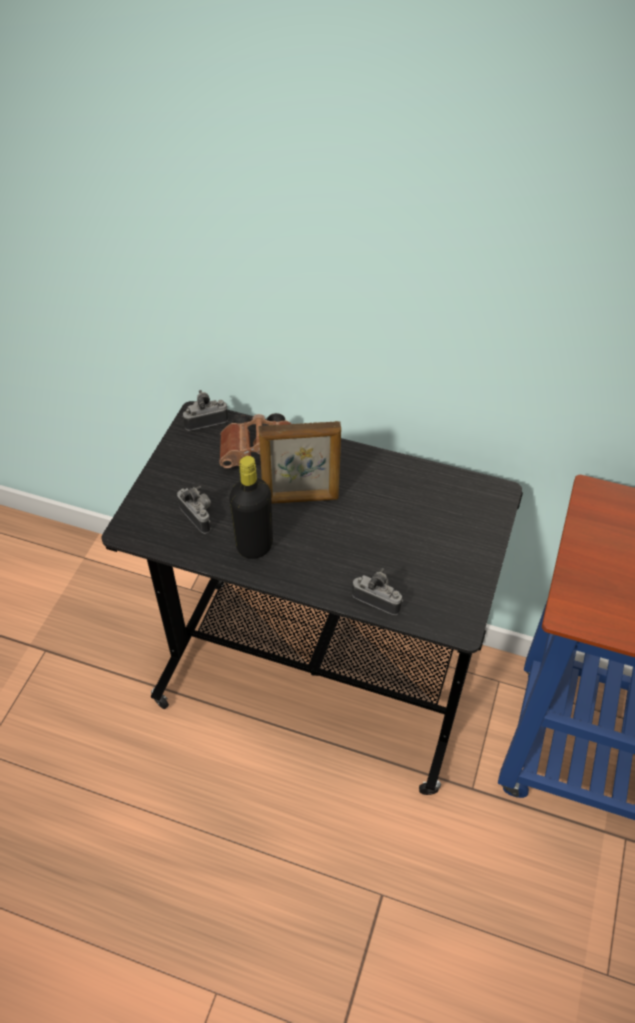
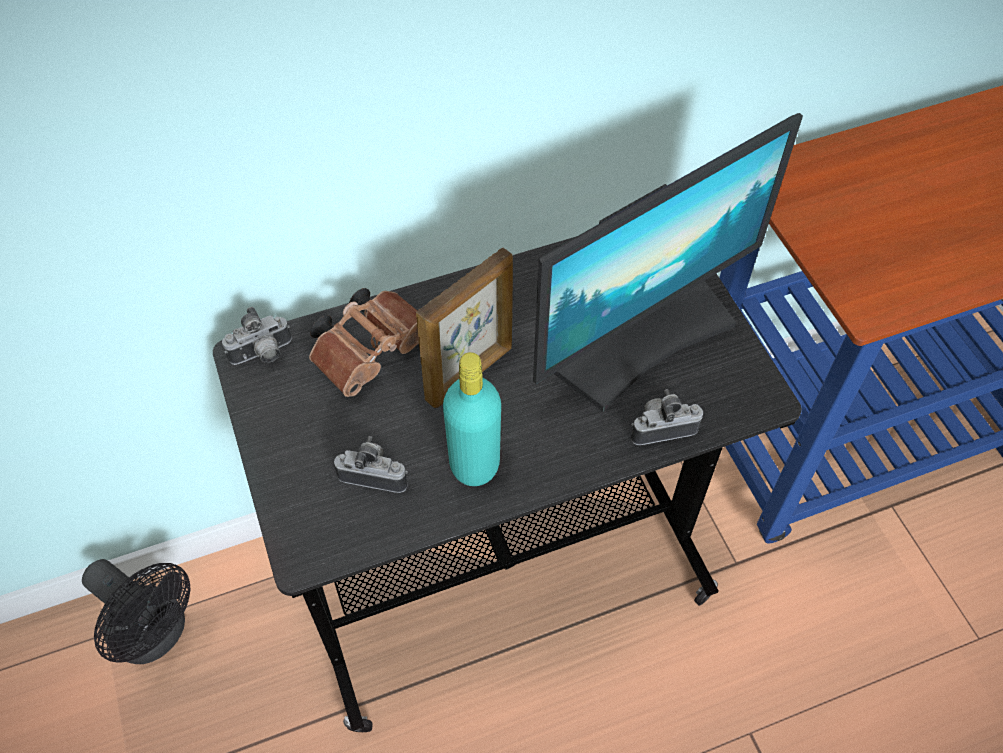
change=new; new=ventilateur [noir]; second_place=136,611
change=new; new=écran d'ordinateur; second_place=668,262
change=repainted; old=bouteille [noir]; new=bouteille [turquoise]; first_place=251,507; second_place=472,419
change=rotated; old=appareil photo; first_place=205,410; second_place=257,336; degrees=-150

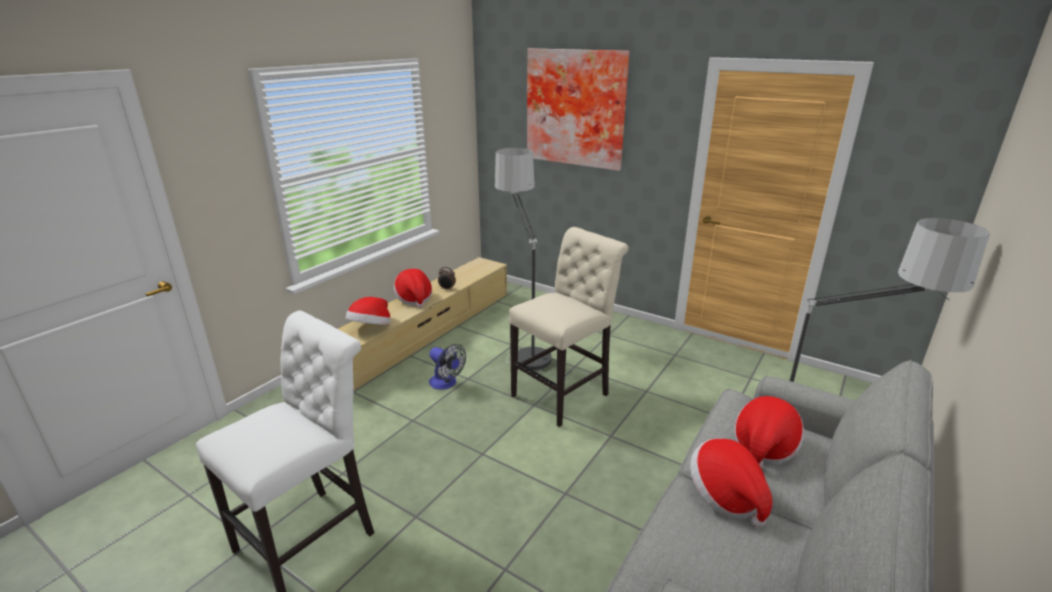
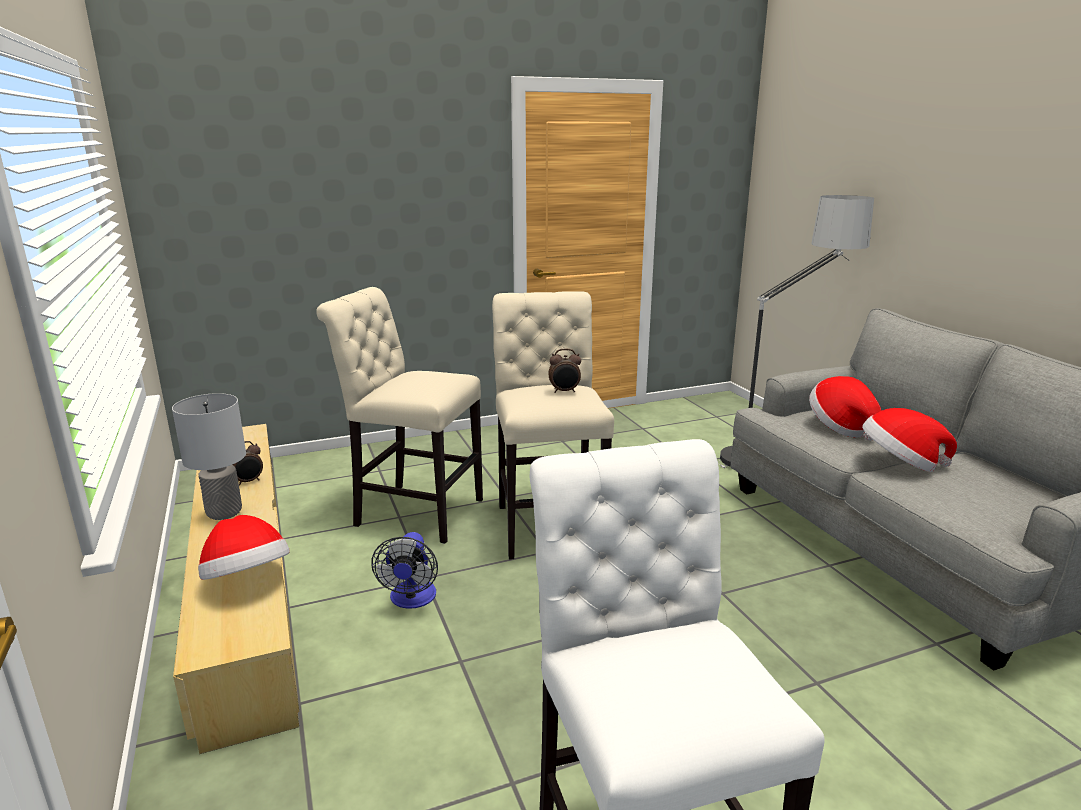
change=gone; old=tableau; first_place=578,109
change=new; new=réveil; second_place=564,371
change=swapped; old=chapeau; new=lampe de table [gris]; first_place=413,288; second_place=209,456
change=swapped; old=lampadaire; new=tabouret [beige]; first_place=523,260; second_place=399,415
change=rotated; old=ventilateur; first_place=447,367; second_place=404,570; degrees=105

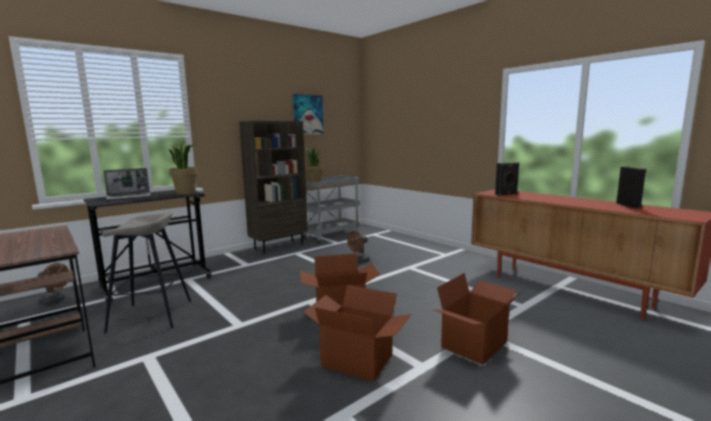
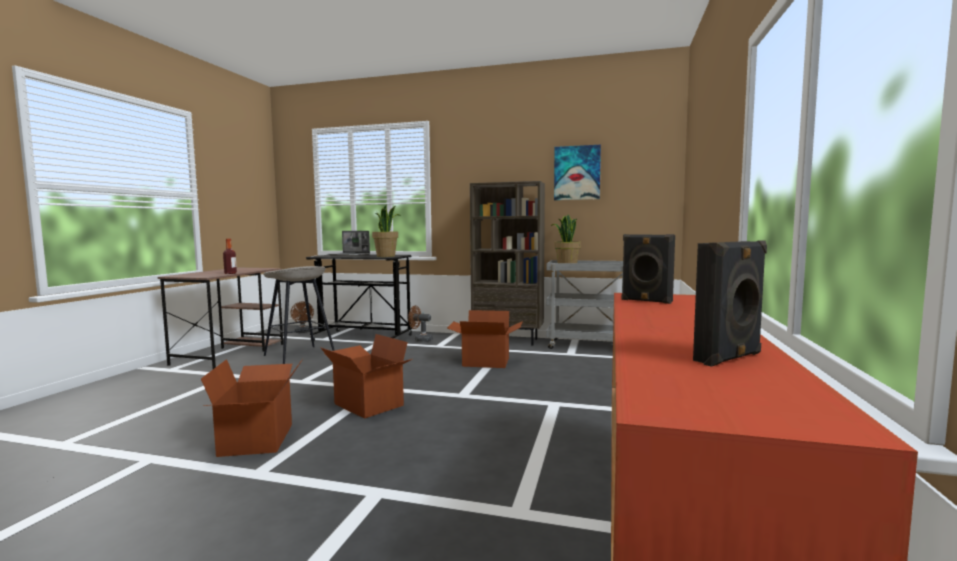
change=new; new=bouteille; second_place=230,256
change=shifted; old=ventilateur [marron]; first_place=358,247; second_place=420,324
change=shifted; old=carton; first_place=478,319; second_place=485,339

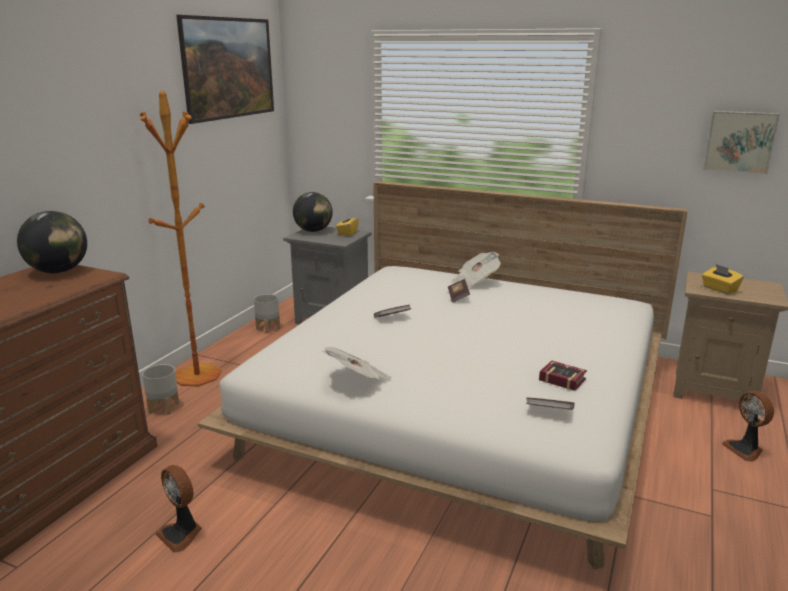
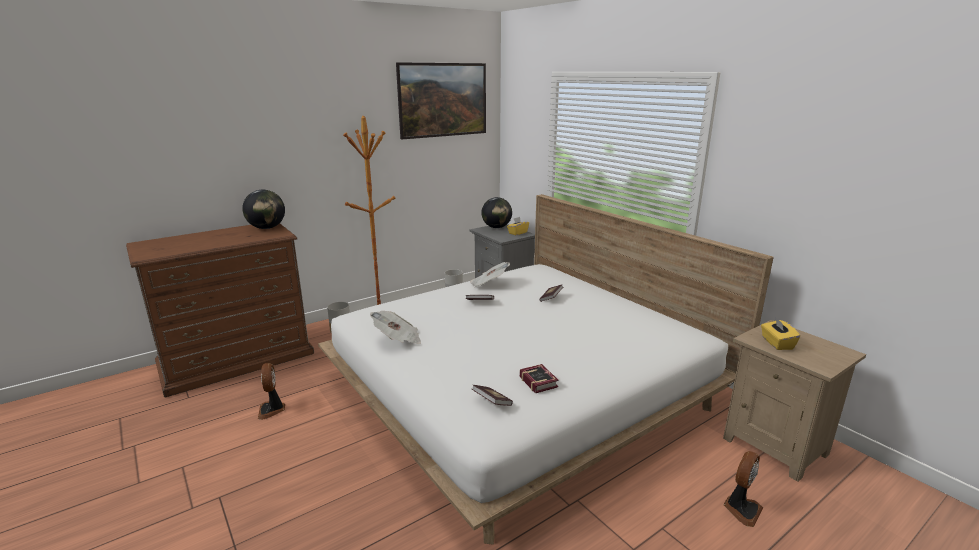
change=gone; old=tableau; first_place=741,142
change=shifted; old=journal; first_place=476,269; second_place=490,274
change=rotated; old=ventilateur; first_place=748,426; second_place=743,489; degrees=-150

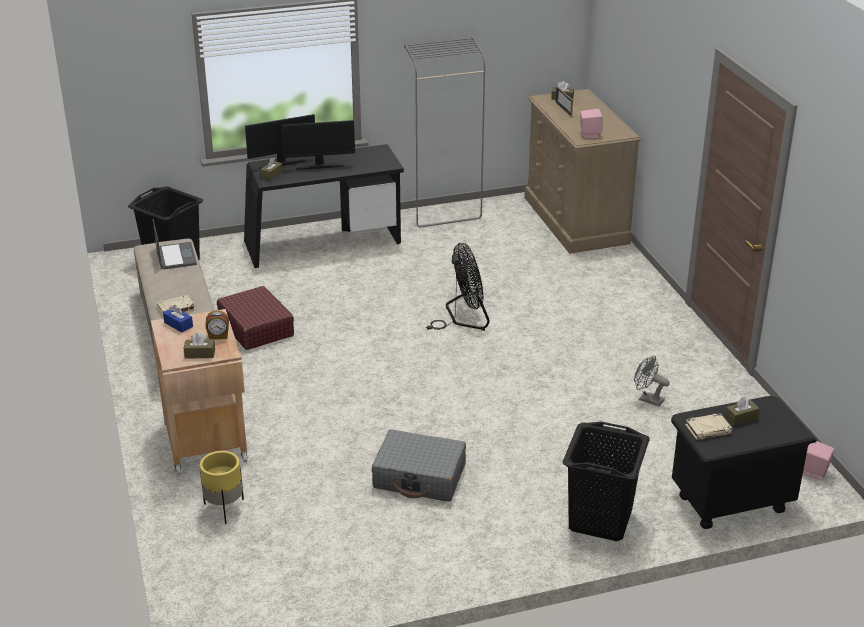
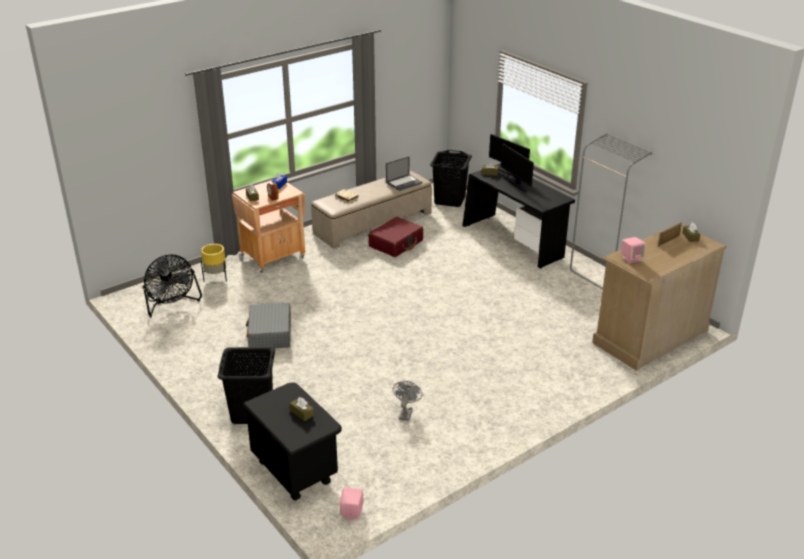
change=gone; old=livre [beige]; first_place=709,426
change=shifted; old=ventilateur [noir]; first_place=458,287; second_place=172,285

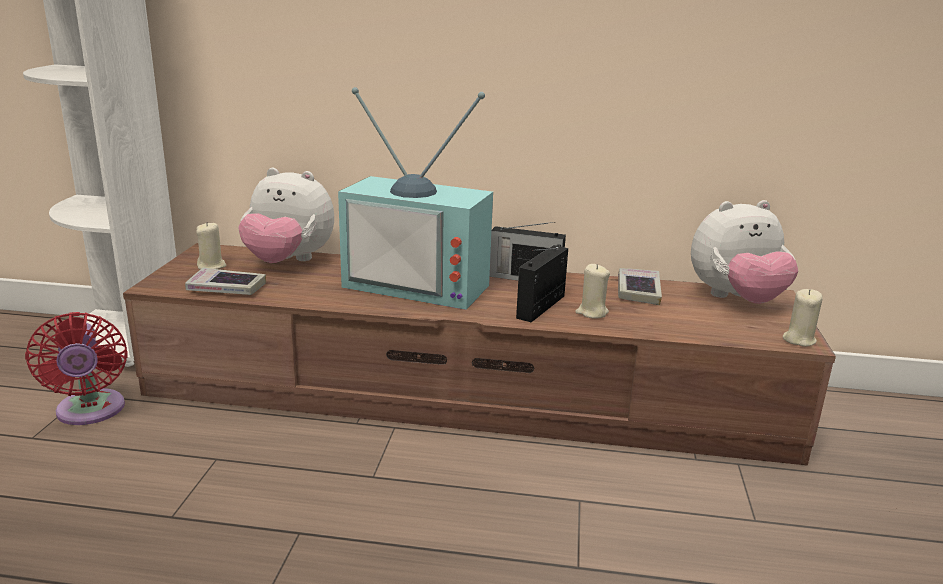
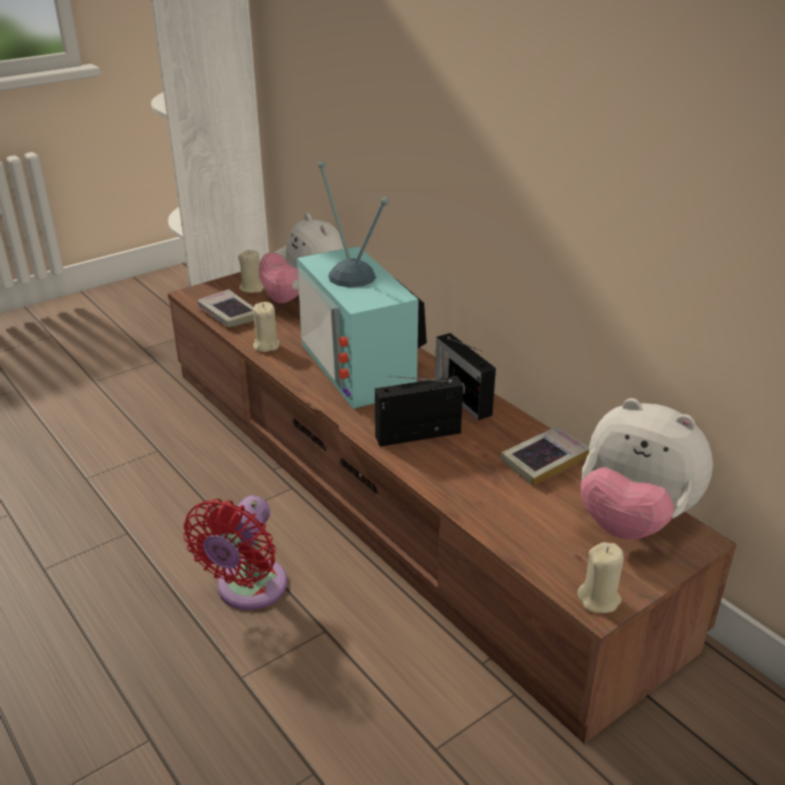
change=shifted; old=ventilateur [rouge]; first_place=76,368; second_place=235,553
change=shifted; old=bougie [beige]; first_place=592,291; second_place=266,327

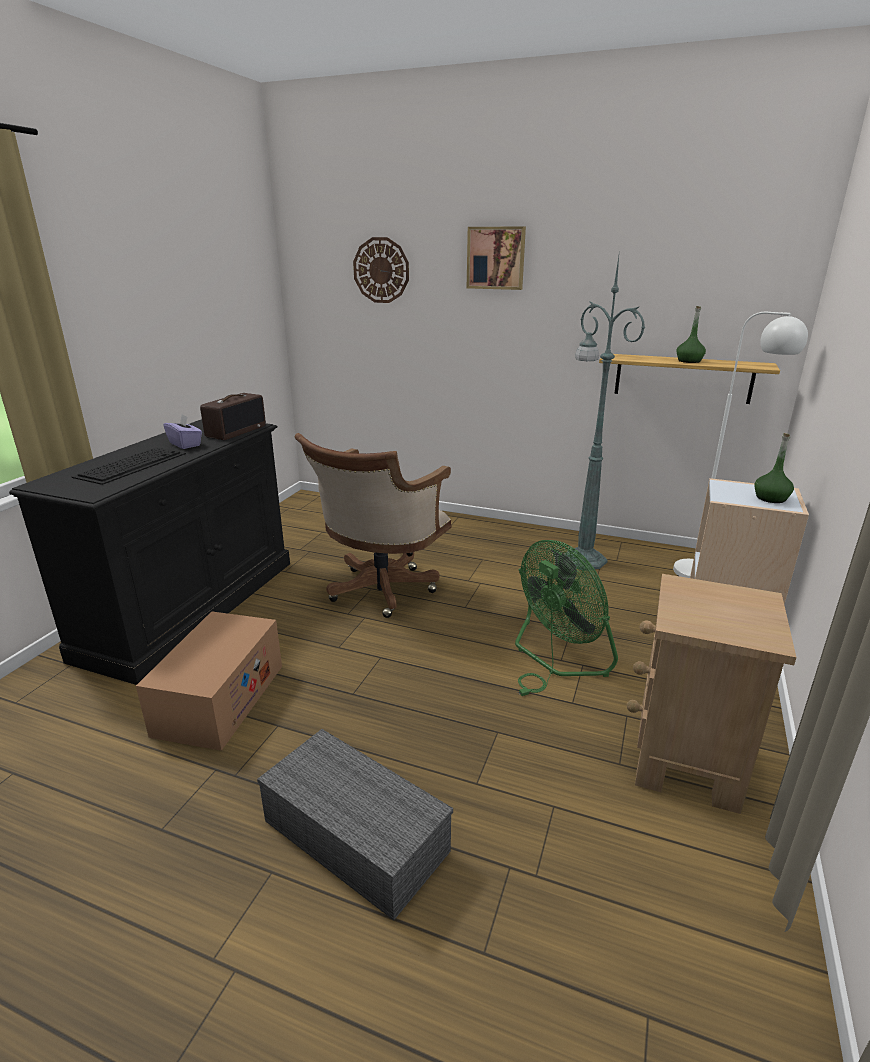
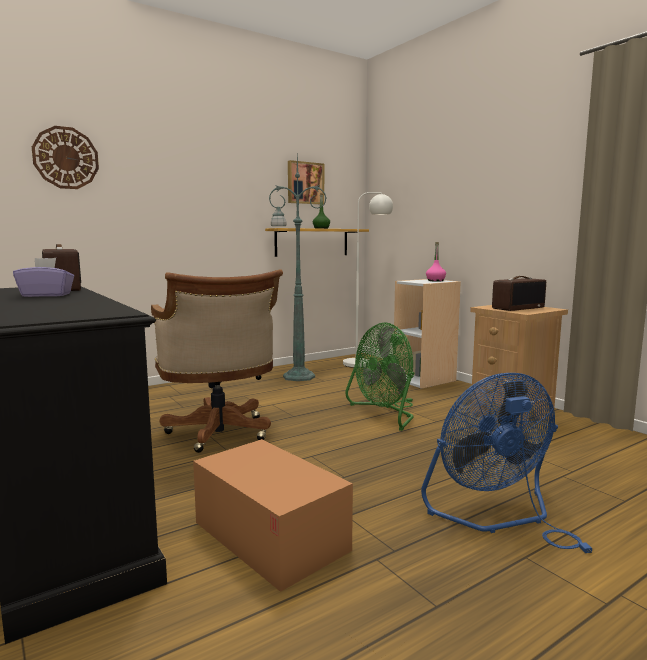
change=gone; old=clavier; first_place=129,466
change=new; new=radio; second_place=519,293
change=shifted; old=tableau; first_place=496,258; second_place=306,182
change=swapped; old=boîte de rangement [gris]; new=ventilateur [bleu]; first_place=355,825; second_place=506,463
change=repainted; old=bouteille [vert]; new=bouteille [rose]; first_place=774,468; second_place=436,261
change=rotated; old=ventilateur [vert]; first_place=566,618; second_place=379,377; degrees=-120

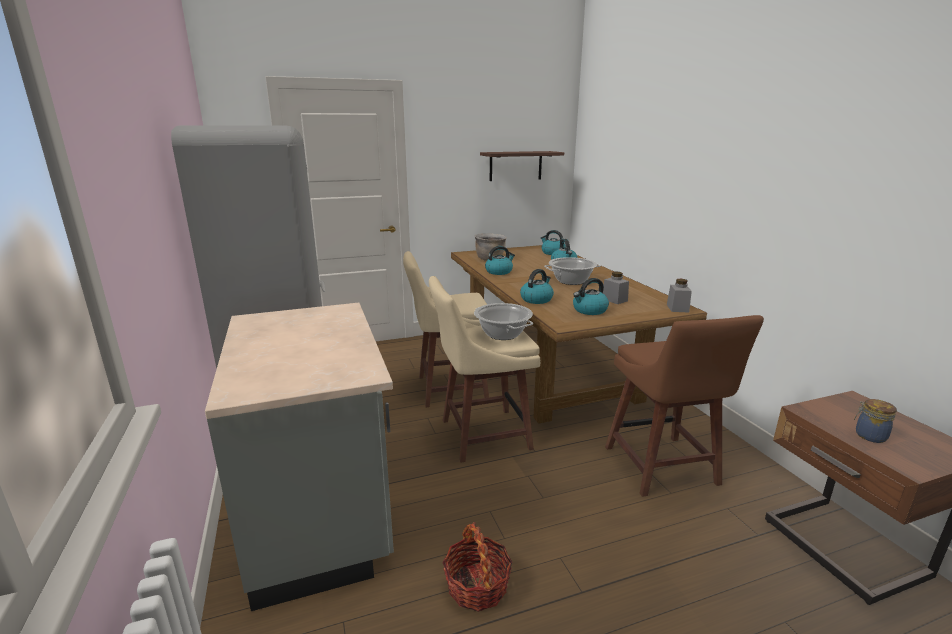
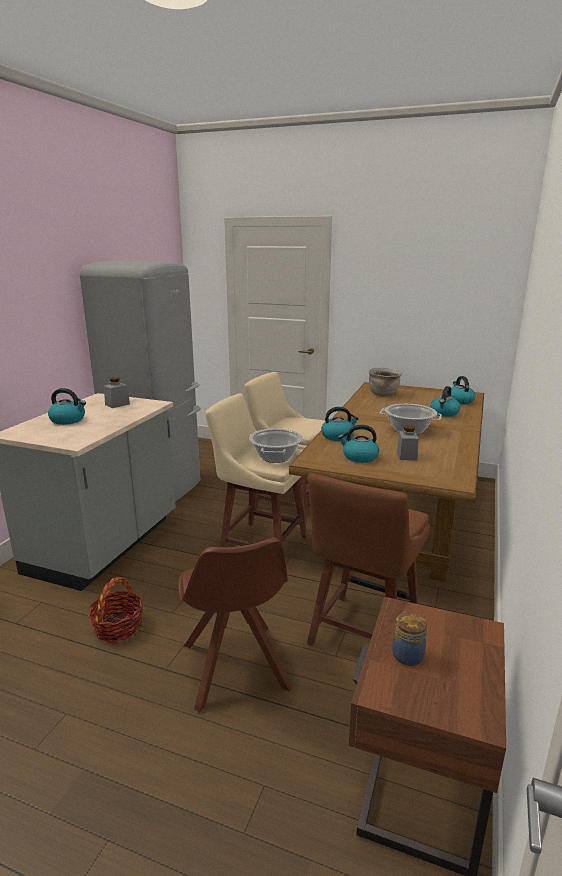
change=gone; old=étagère; first_place=522,166
change=new; new=chaise [marron]; second_place=235,625
change=shifted; old=bouilloire; first_place=500,260; second_place=67,406
change=shifted; old=bocal [gris]; first_place=679,295; second_place=117,392

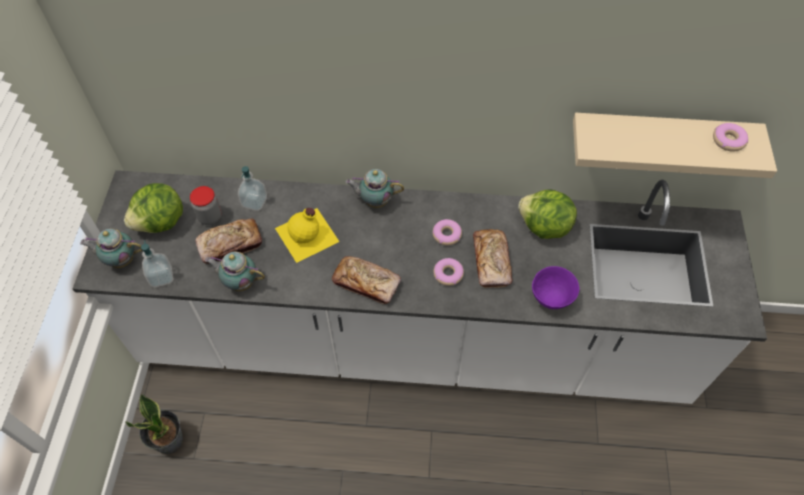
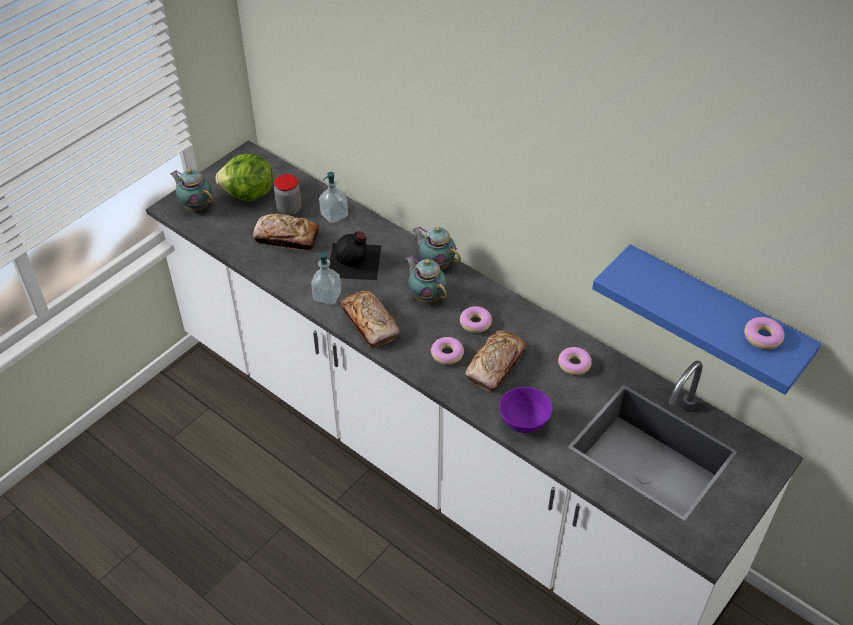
change=gone; old=plante en pot; first_place=154,424
change=shifted; old=distributeur de savon; first_place=157,263; second_place=326,277
change=shifted; old=théière; first_place=235,271; second_place=426,280
change=swapped; old=laitue; new=beignet; first_place=547,214; second_place=575,361
change=repainted; old=bouteille [jaune]; new=bouteille [noir]; first_place=307,235; second_place=355,256
change=repainted; old=étagère [beige]; new=étagère [bleu]; first_place=675,145; second_place=706,319

